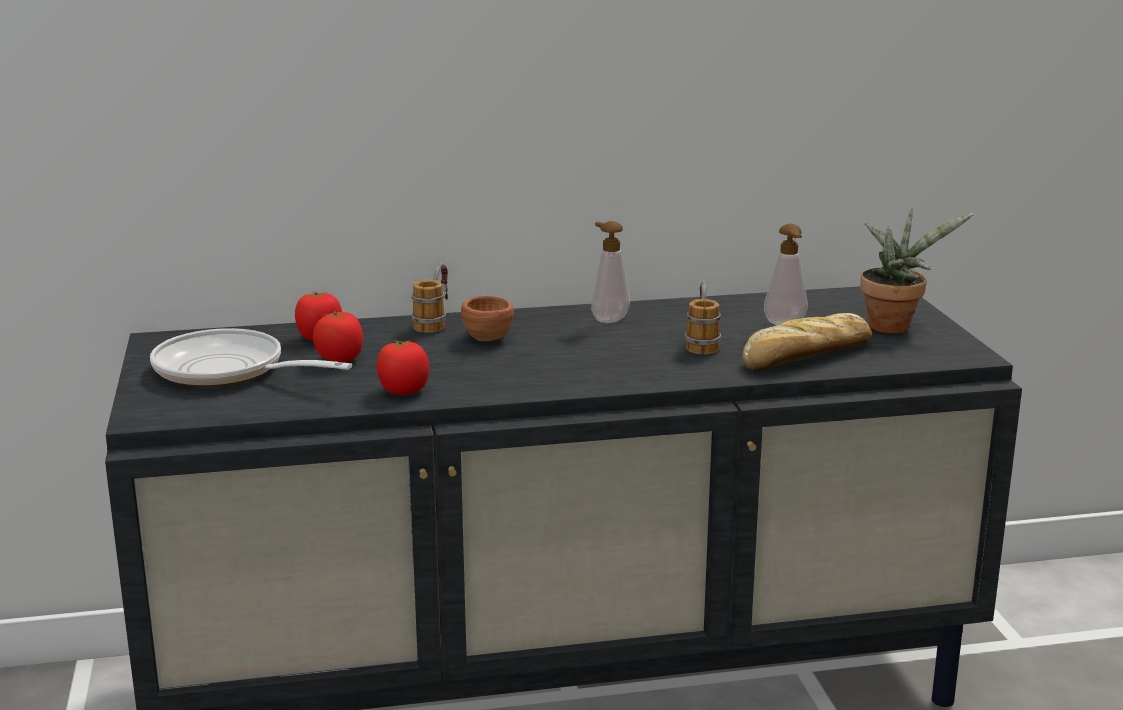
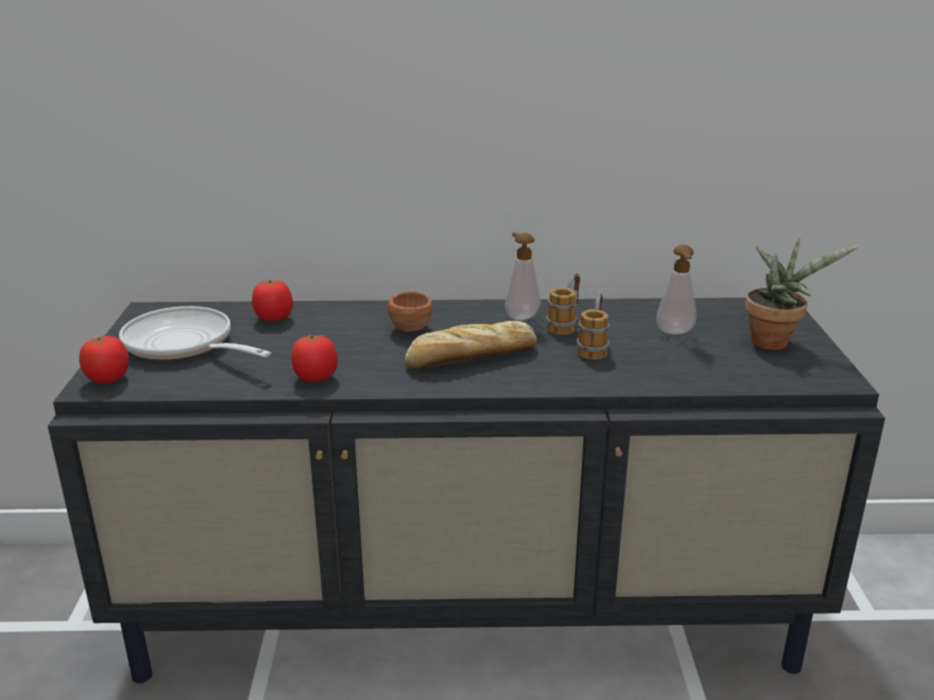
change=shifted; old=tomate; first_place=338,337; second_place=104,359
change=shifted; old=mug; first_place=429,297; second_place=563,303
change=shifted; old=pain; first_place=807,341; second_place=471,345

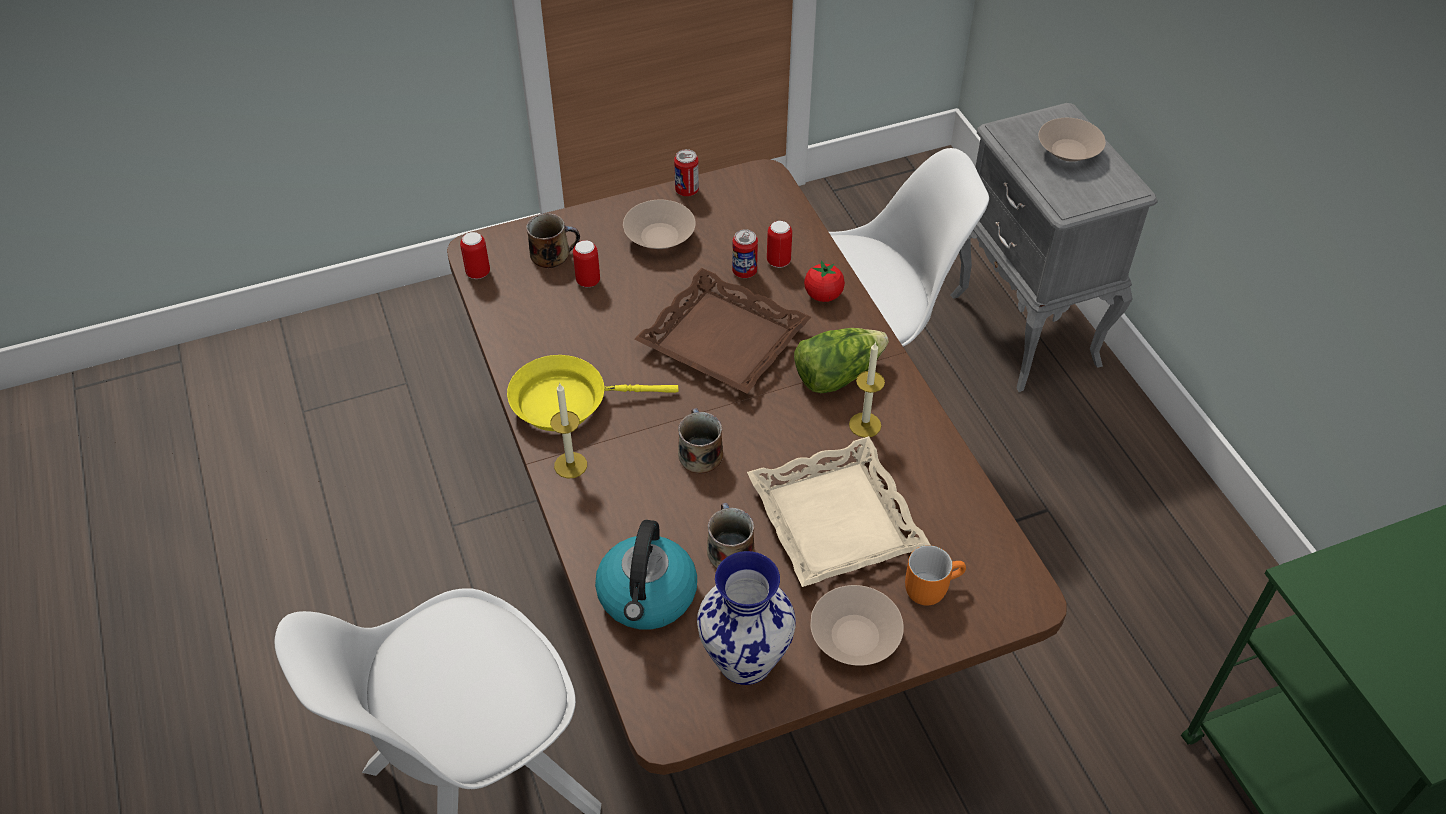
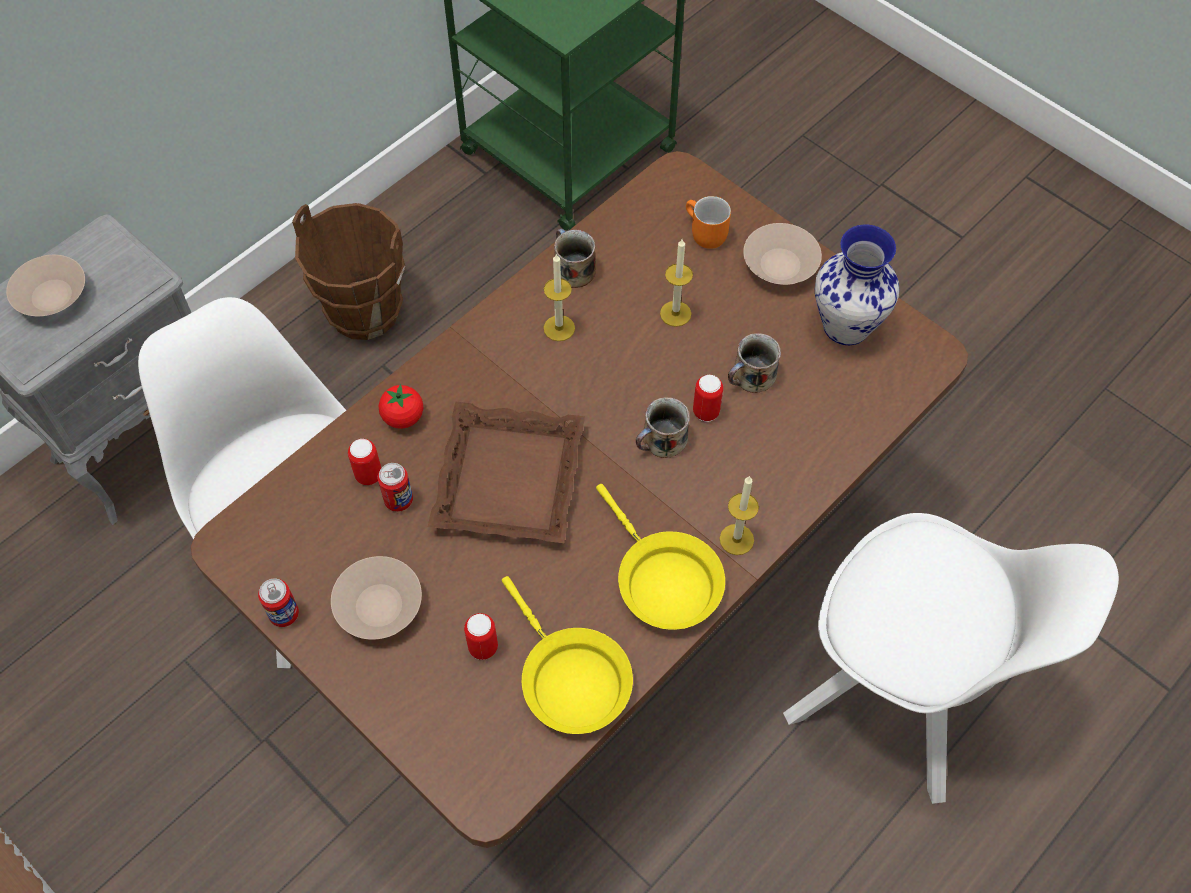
change=gone; old=bouilloire; first_place=646,575
change=gone; old=laitue; first_place=841,360
change=new; new=seau [marron]; second_place=348,271
change=new; new=poêle [jaune]; second_place=567,655
change=shifted; old=boîte métallique; first_place=475,255; second_place=708,398
change=shifted; old=mug; first_place=553,240; second_place=575,258
change=swapped; old=plateau [beige]; new=bougie; first_place=838,511; second_place=676,283

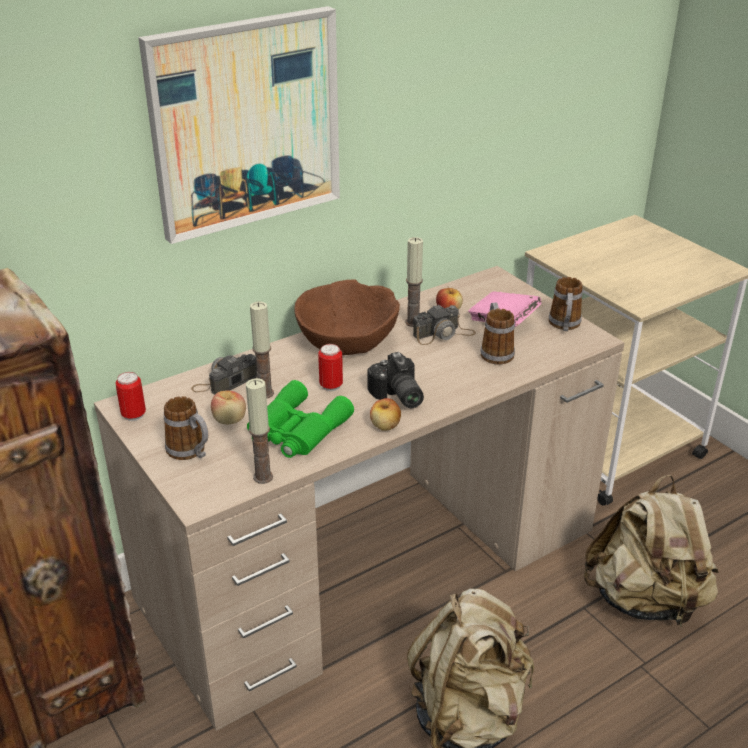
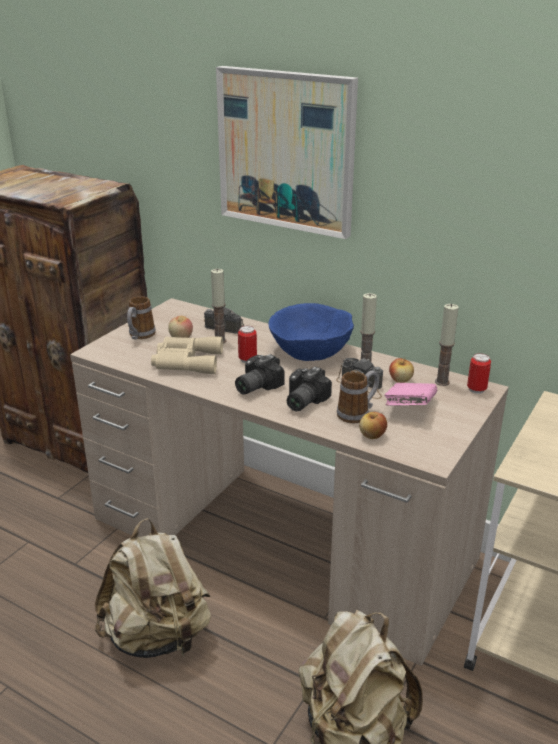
change=gone; old=mug; first_place=566,304
change=new; new=appareil photo; second_place=309,389
change=shifted; old=boîte métallique; first_place=131,396; second_place=479,373
change=shifted; old=bougie; first_place=259,431; second_place=447,345
change=shifted; old=pomme; first_place=385,414; second_place=373,425
change=repainted; old=jumelles [vert]; new=jumelles [beige]; first_place=300,419; second_place=187,355
change=repainted; old=bol [marron]; new=bol [bleu]; first_place=347,317; second_place=311,332

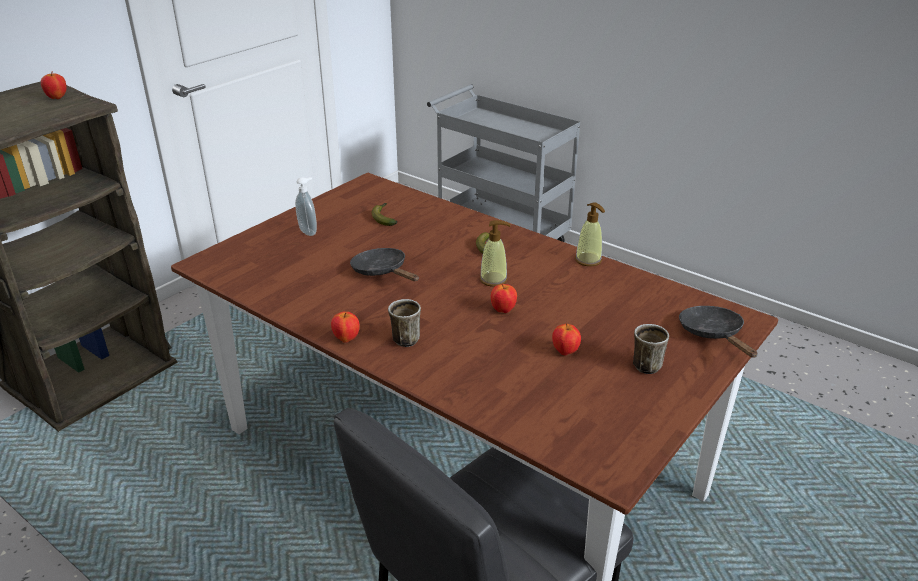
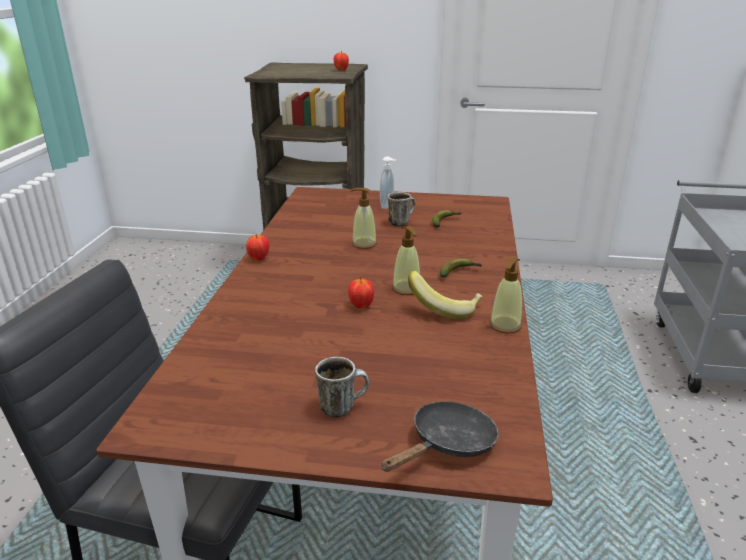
change=gone; old=pomme; first_place=566,339
change=new; new=banane; second_place=445,295
change=shifted; old=mug; first_place=404,323; second_place=402,209
change=swapped; old=poêle [noir]; new=distributeur de savon; first_place=384,264; second_place=363,218

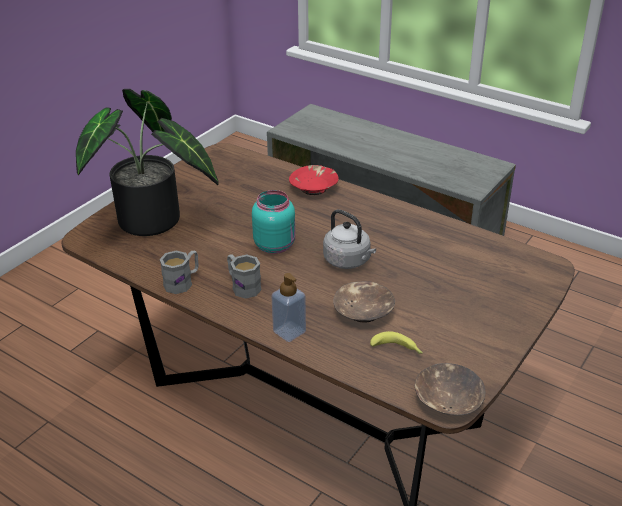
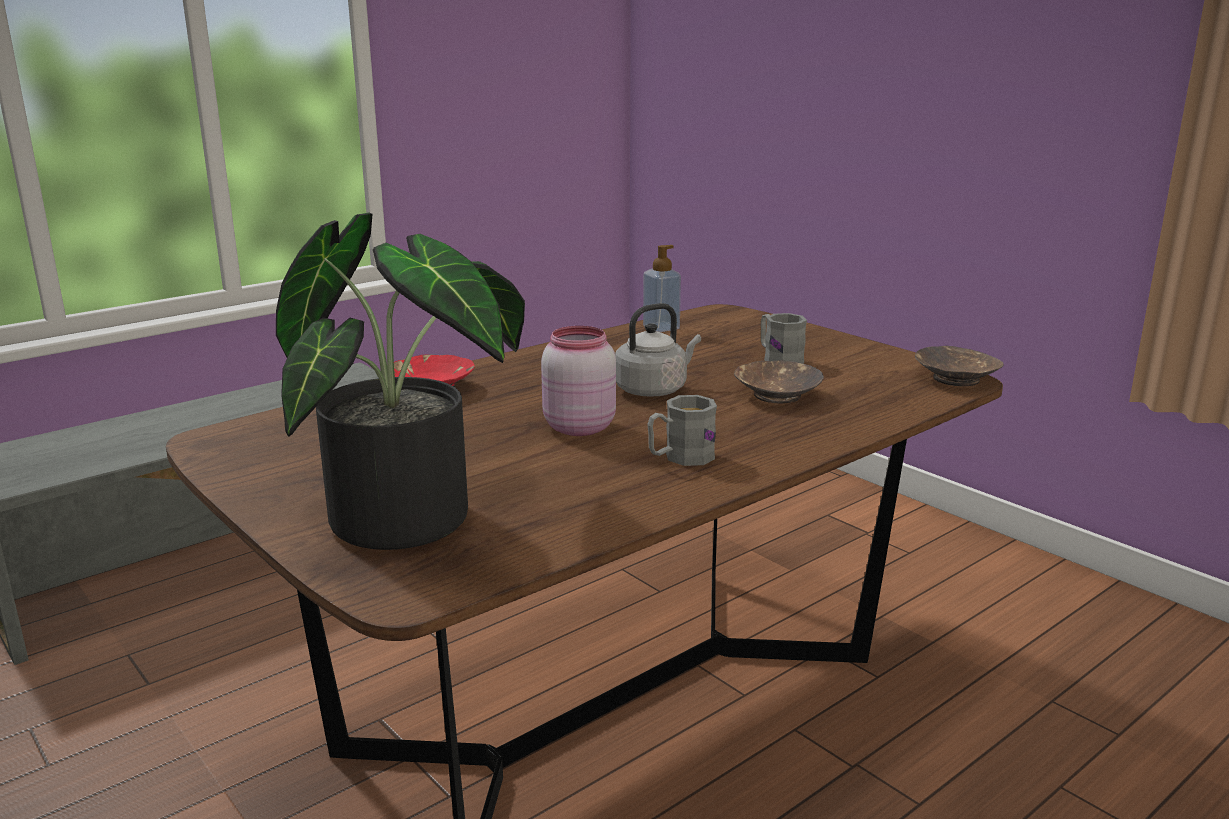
change=gone; old=banane; first_place=396,342
change=shifted; old=mug [gris]; first_place=179,272; second_place=784,338
change=shifted; old=distributeur de savon; first_place=288,307; second_place=662,288
change=repainted; old=bocal [turquoise]; new=bocal [rose]; first_place=273,222; second_place=578,381

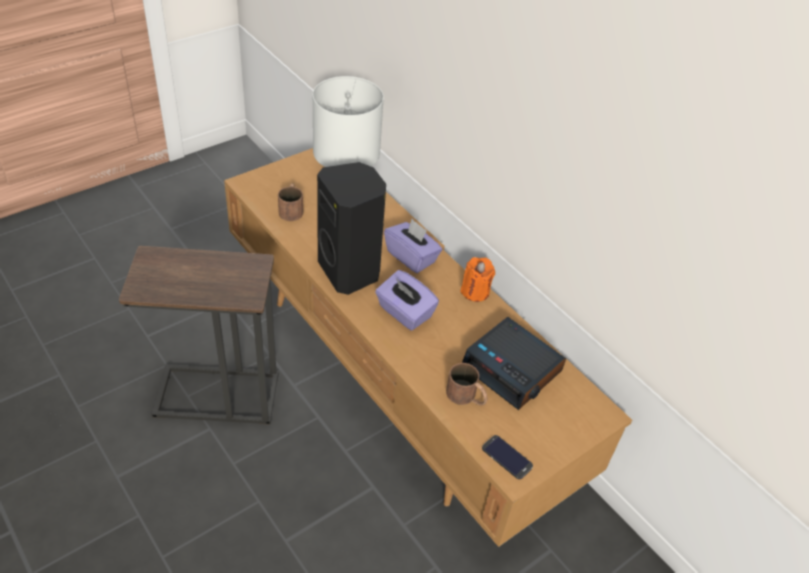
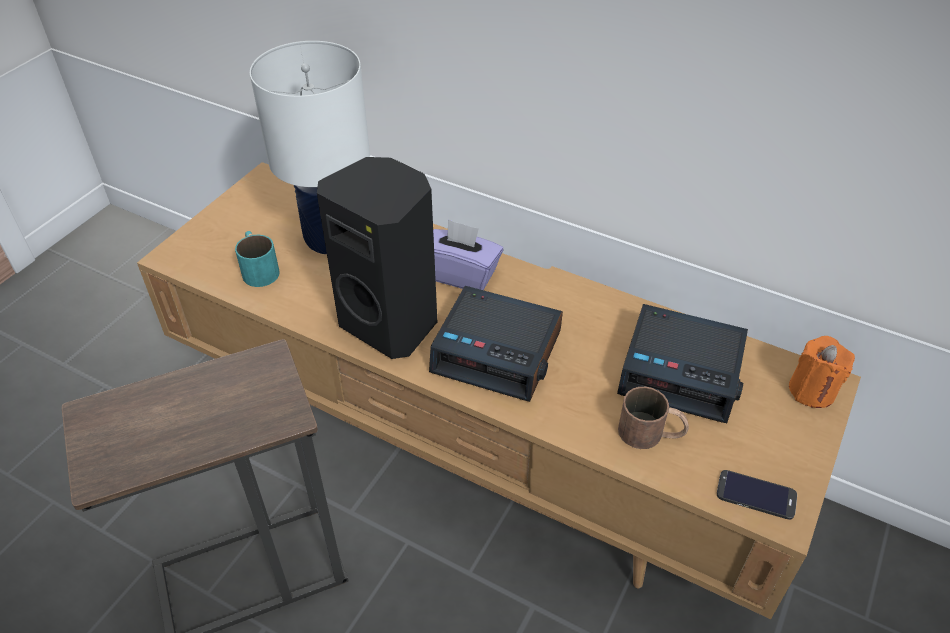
change=shifted; old=bougie [orange]; first_place=477,279; second_place=822,372
change=swapped; old=boîte à mouchoirs [violet]; new=réveil; first_place=407,300; second_place=496,344
change=repainted; old=mug [marron]; new=mug [turquoise]; first_place=290,202; second_place=257,259

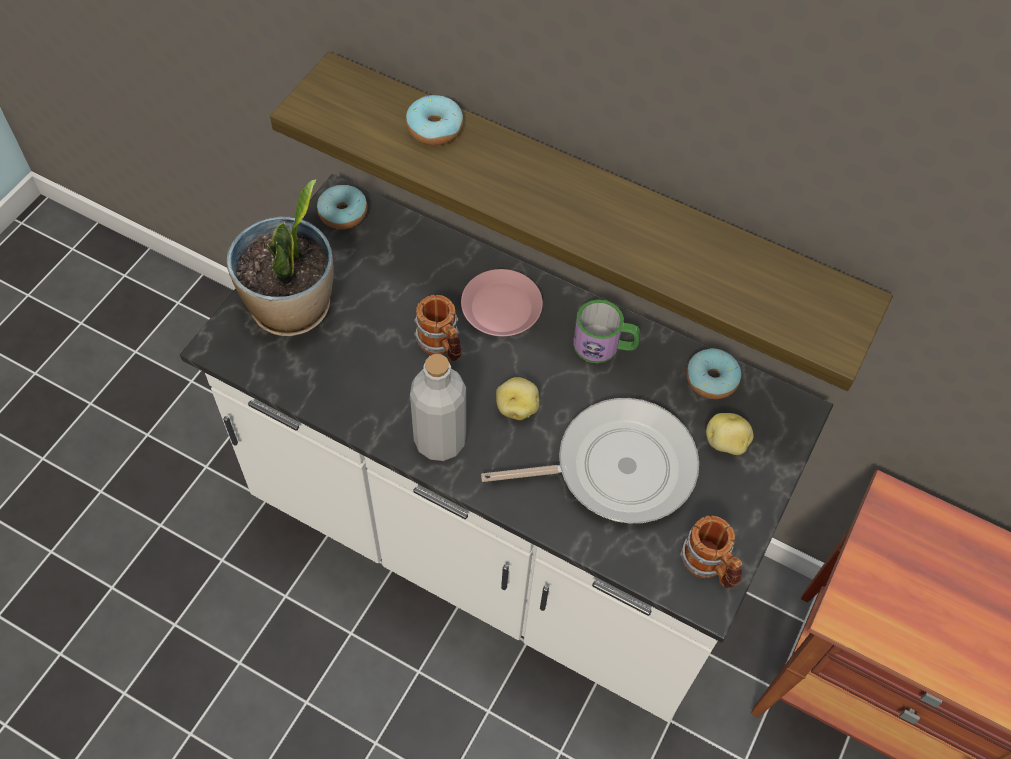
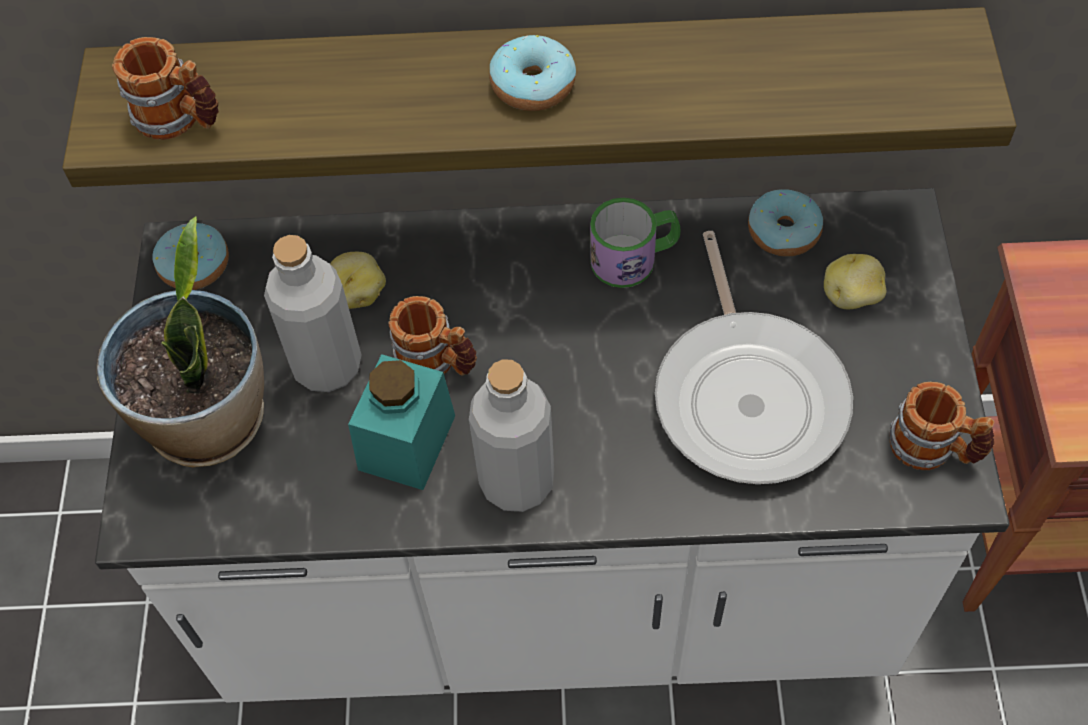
change=gone; old=assiette [rose]; first_place=502,302
change=new; new=mug; second_place=165,88
change=new; new=bouteille [gris]; second_place=313,313
change=new; new=bocal [turquoise]; second_place=401,422
change=shifted; old=beignet; first_place=435,120; second_place=532,73
change=shifted; old=pomme de terre; first_place=517,398; second_place=358,280
change=rotated; old=poêle; first_place=590,460; second_place=754,357; degrees=120

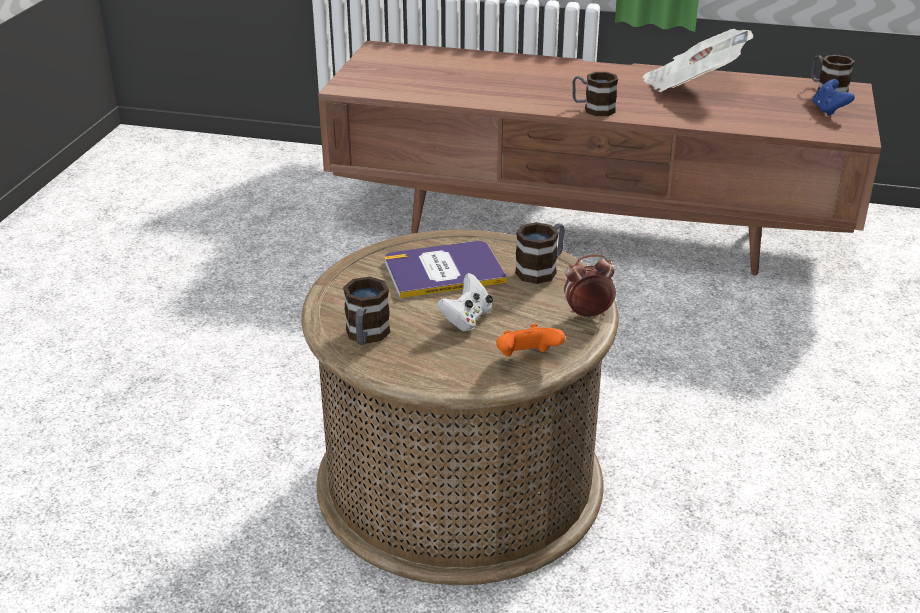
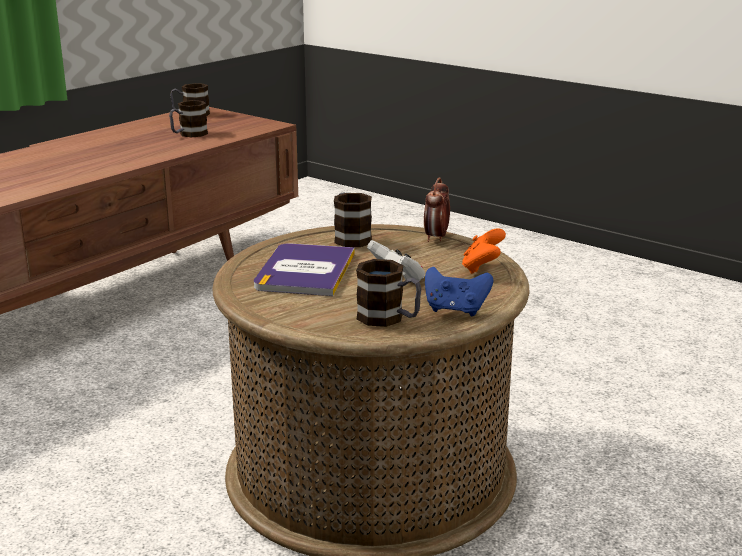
change=gone; old=journal; first_place=697,60
change=shifted; old=mug; first_place=595,94; second_place=188,118
change=shifted; old=manette [bleu]; first_place=833,97; second_place=459,291

